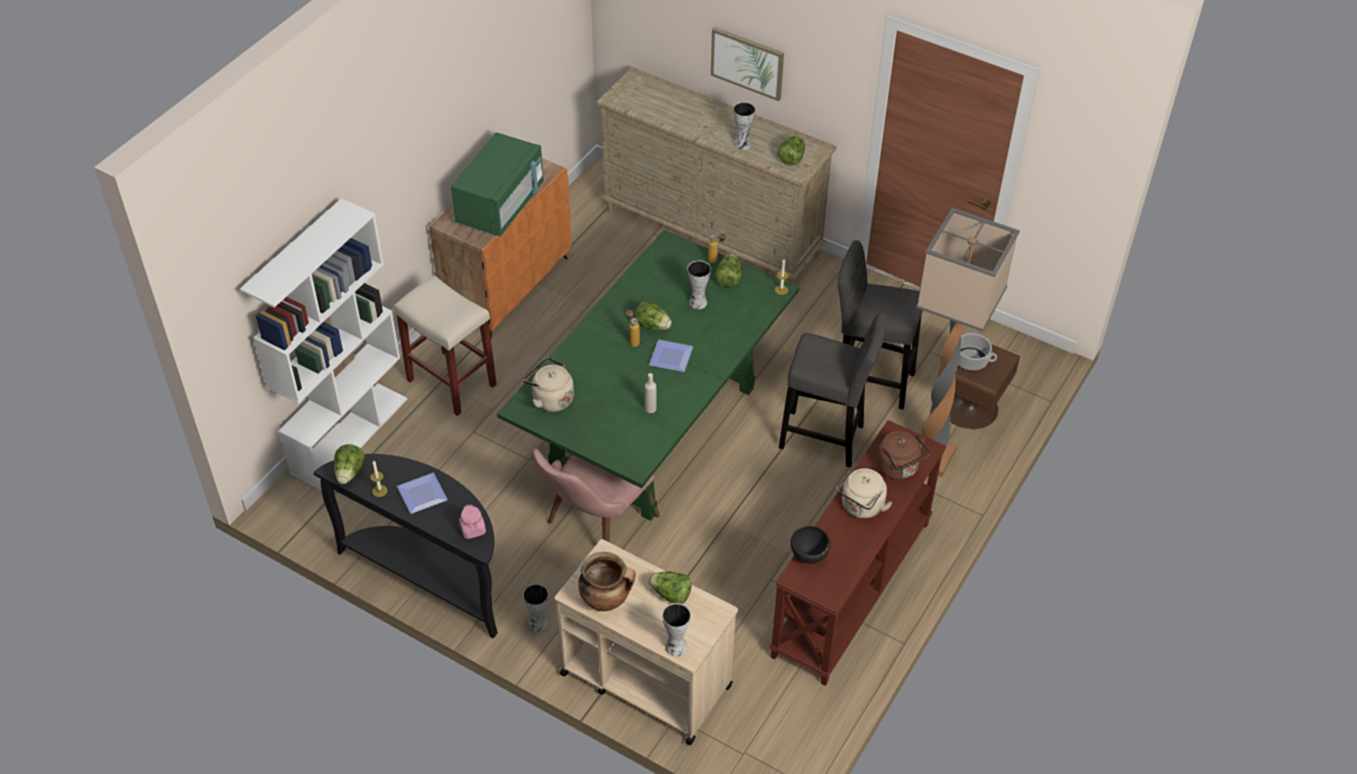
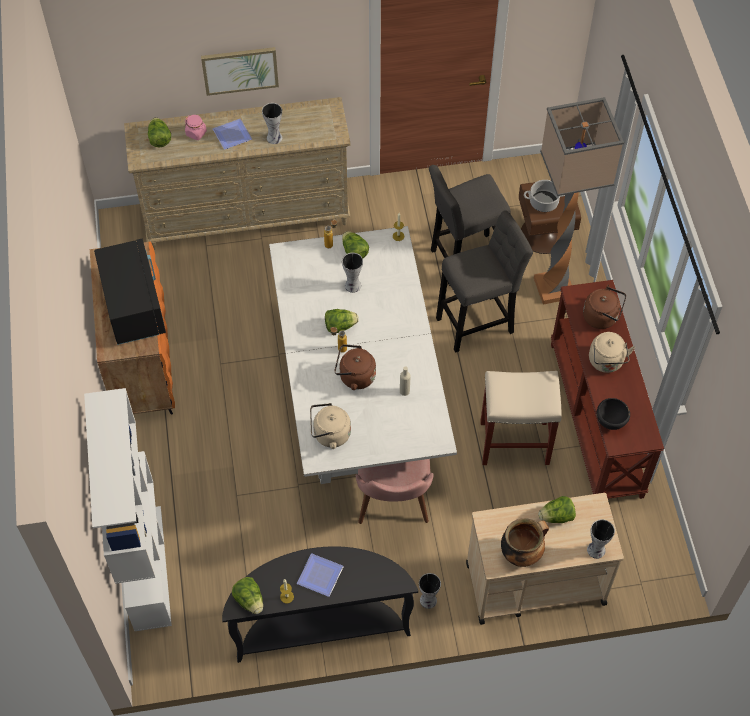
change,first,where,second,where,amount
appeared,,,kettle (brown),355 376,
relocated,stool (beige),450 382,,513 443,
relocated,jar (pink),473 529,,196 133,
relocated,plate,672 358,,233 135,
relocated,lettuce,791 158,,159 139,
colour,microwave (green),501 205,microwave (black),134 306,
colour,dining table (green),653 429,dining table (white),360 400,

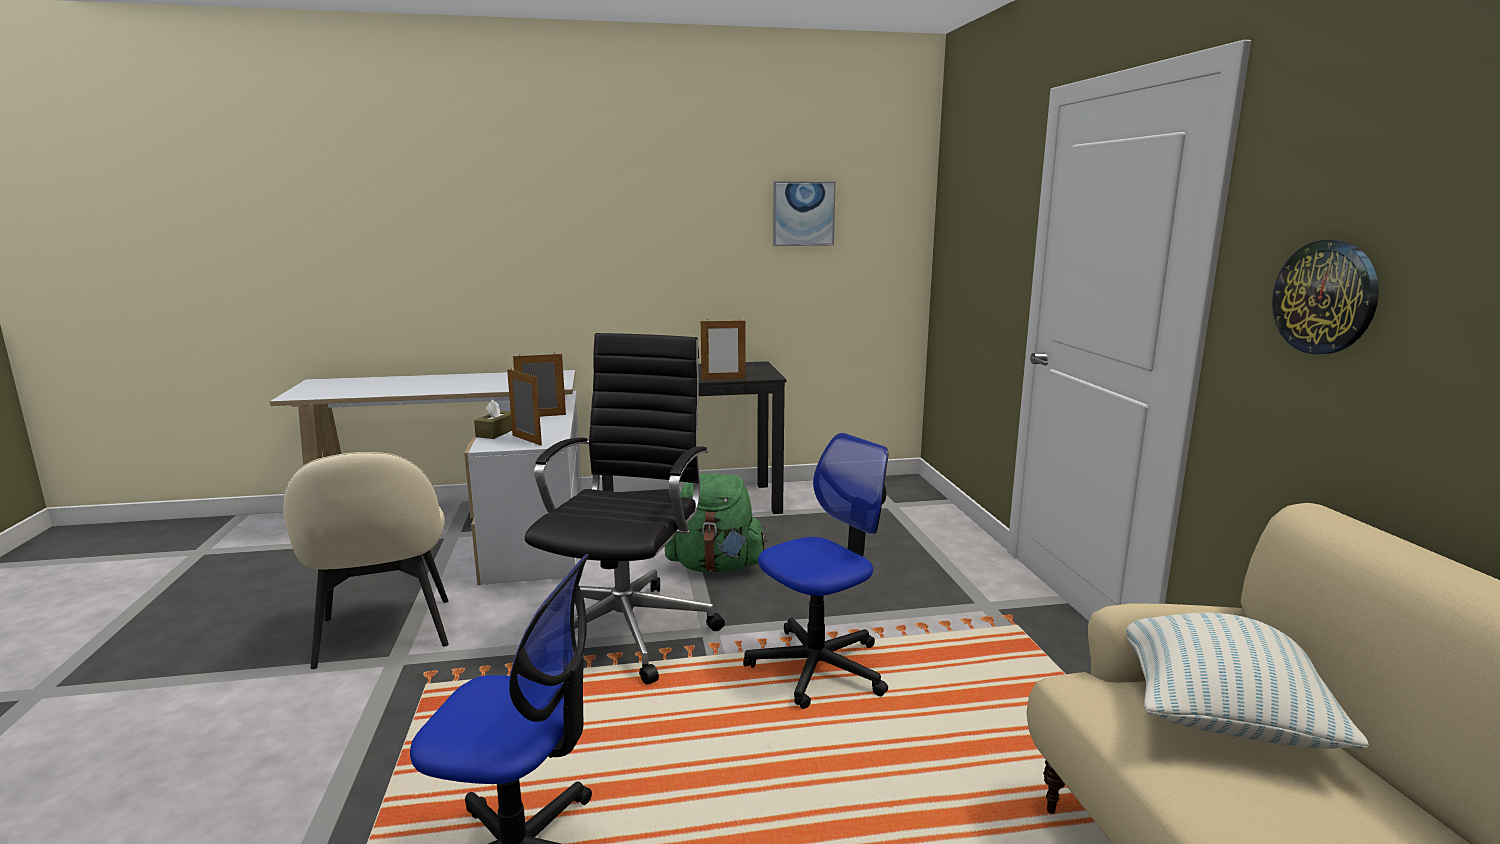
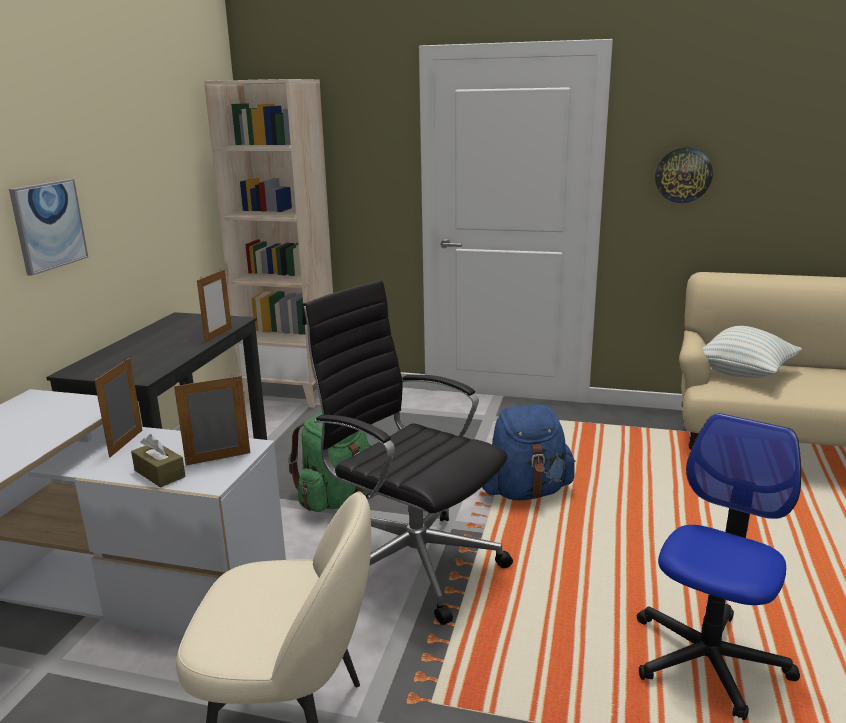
change,first,where,second,where,amount
appeared,,,bookcase (beige),292 392,
relocated,picture,803 213,,48 225,
exchanged,office chair,818 667,backpack (blue),525 492,

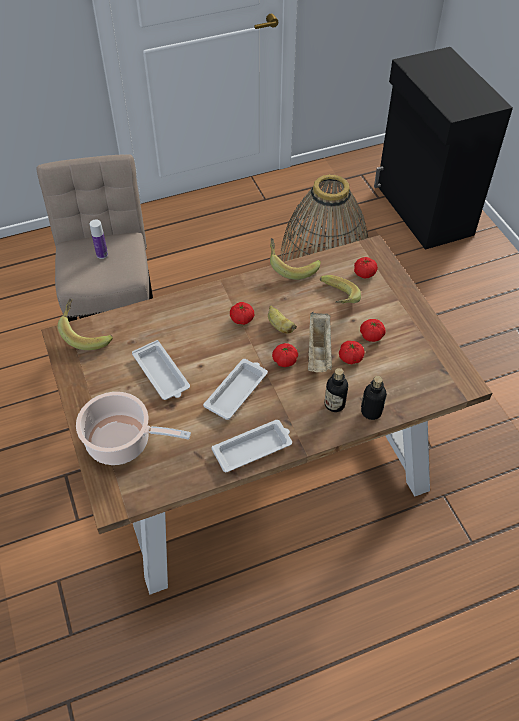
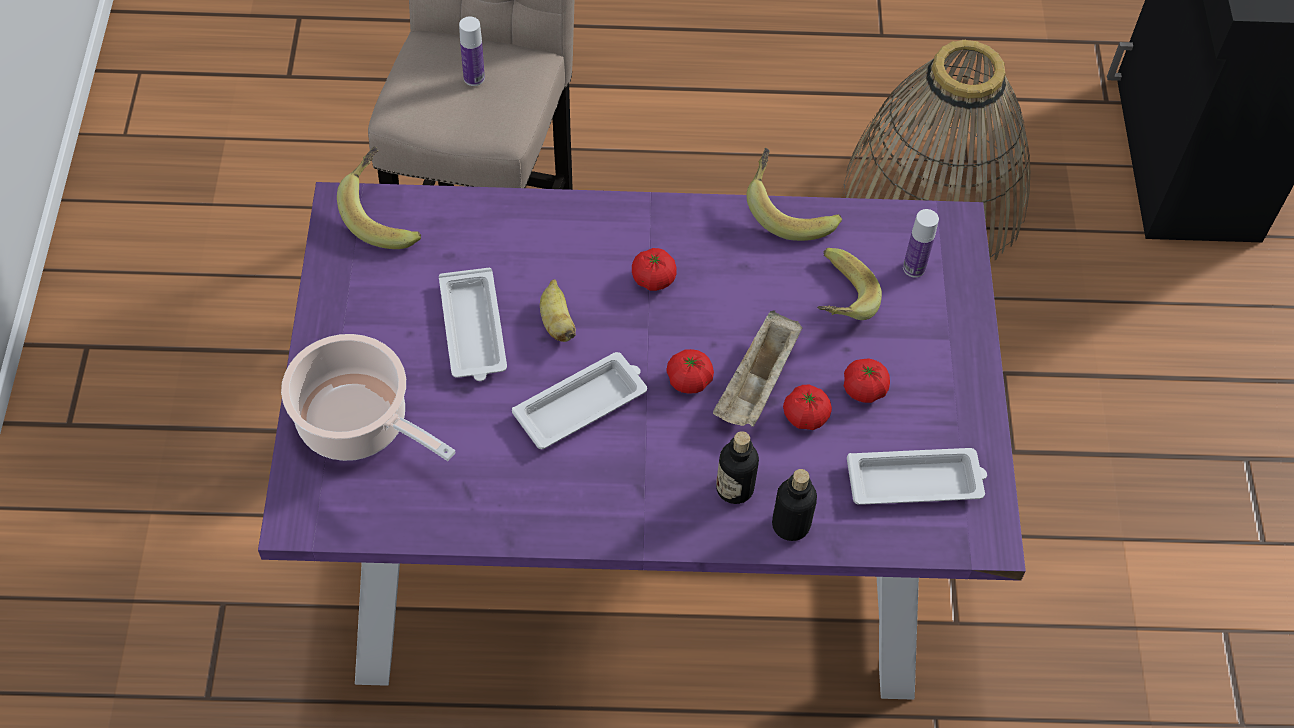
change,first,where,second,where,amount
relocated,tray (white),253 448,,916 481,
relocated,banana,279 326,,557 322,
exchanged,tomato,364 273,bottle,914 268,
colour,dining table (brown),258 461,dining table (purple),635 530,

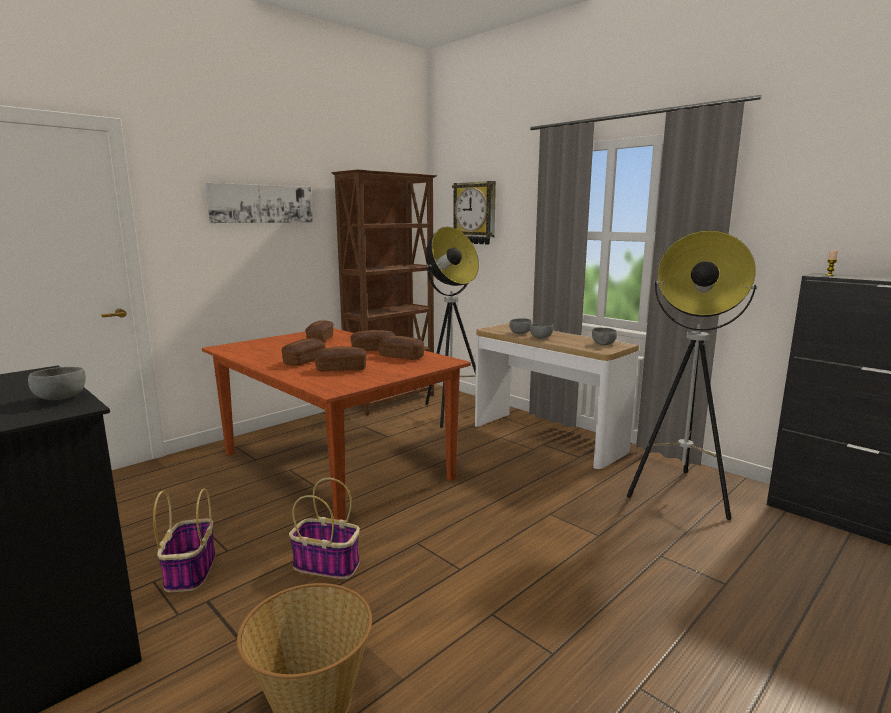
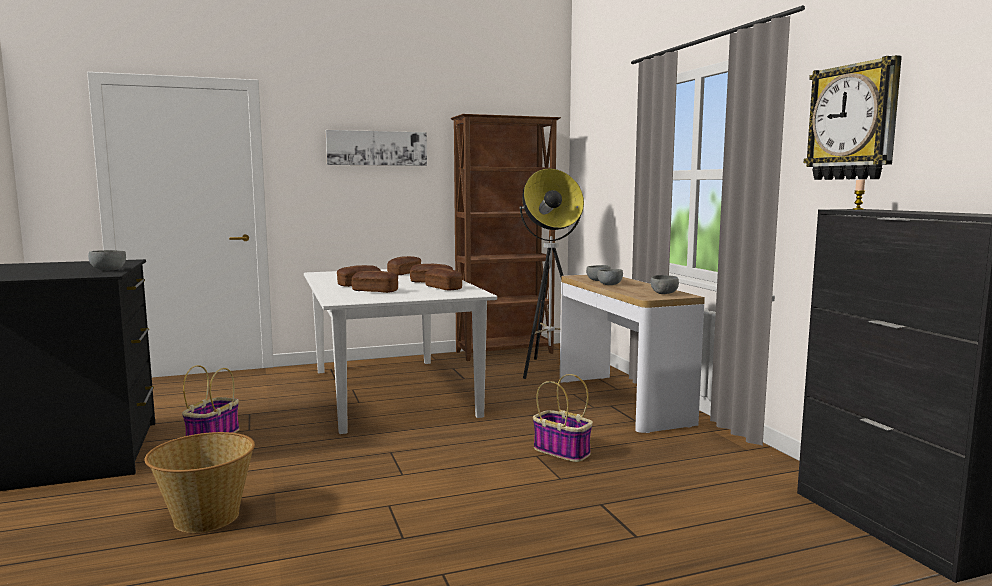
change,first,where,second,where,amount
missing,floor lamp,680 494,,,
relocated,basket,328 565,,563 451,
relocated,wall clock,475 213,,853 122,
colour,dining table (brown),336 465,dining table (white),393 392,

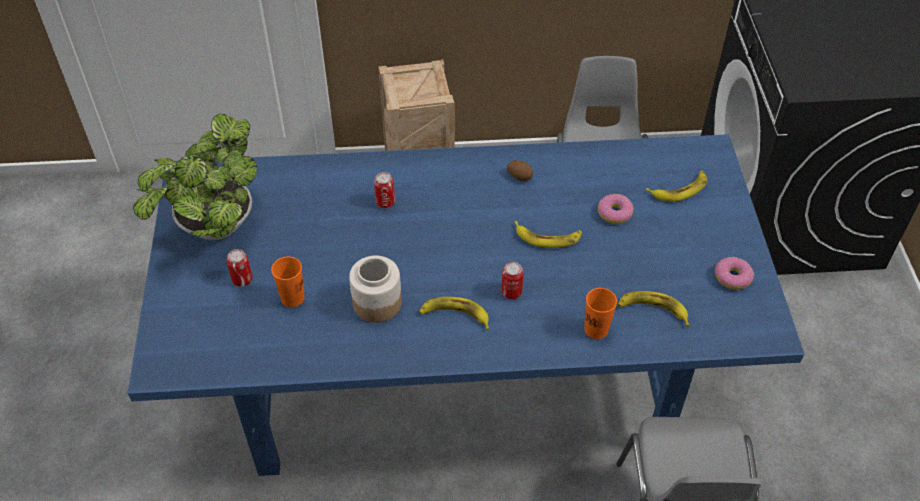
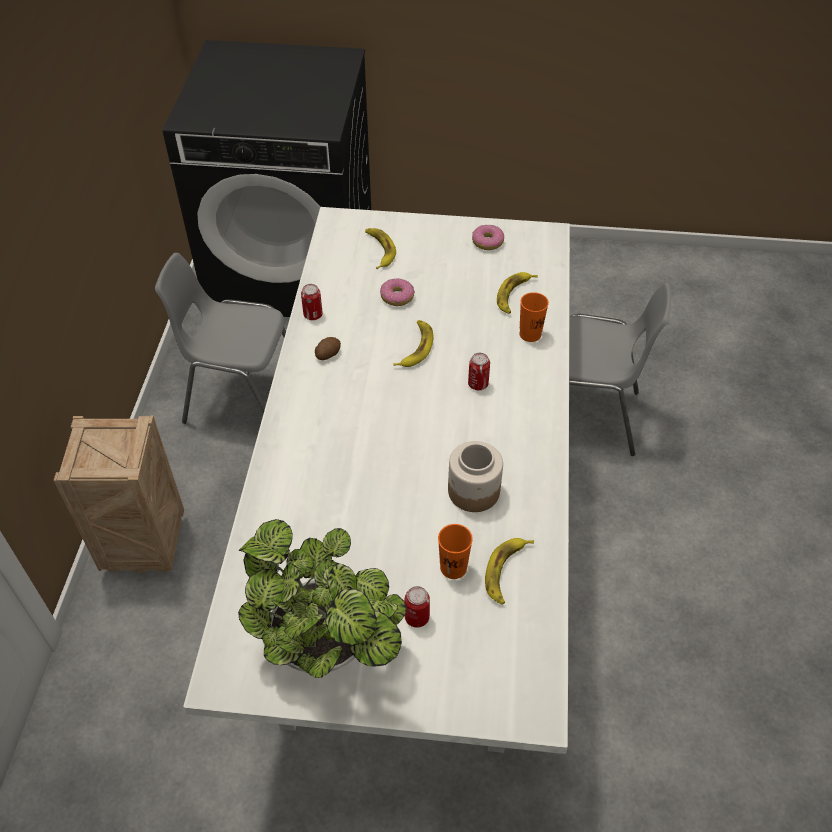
change,first,where,second,where,amount
relocated,can,385 202,,313 315,
relocated,banana,455 315,,506 572,
colour,dining table (blue),462 376,dining table (white),415 543,

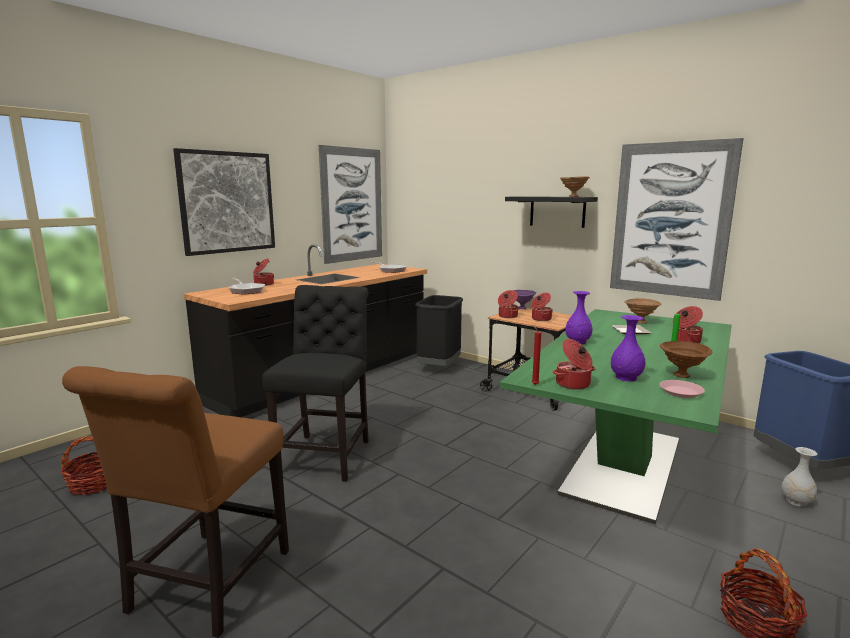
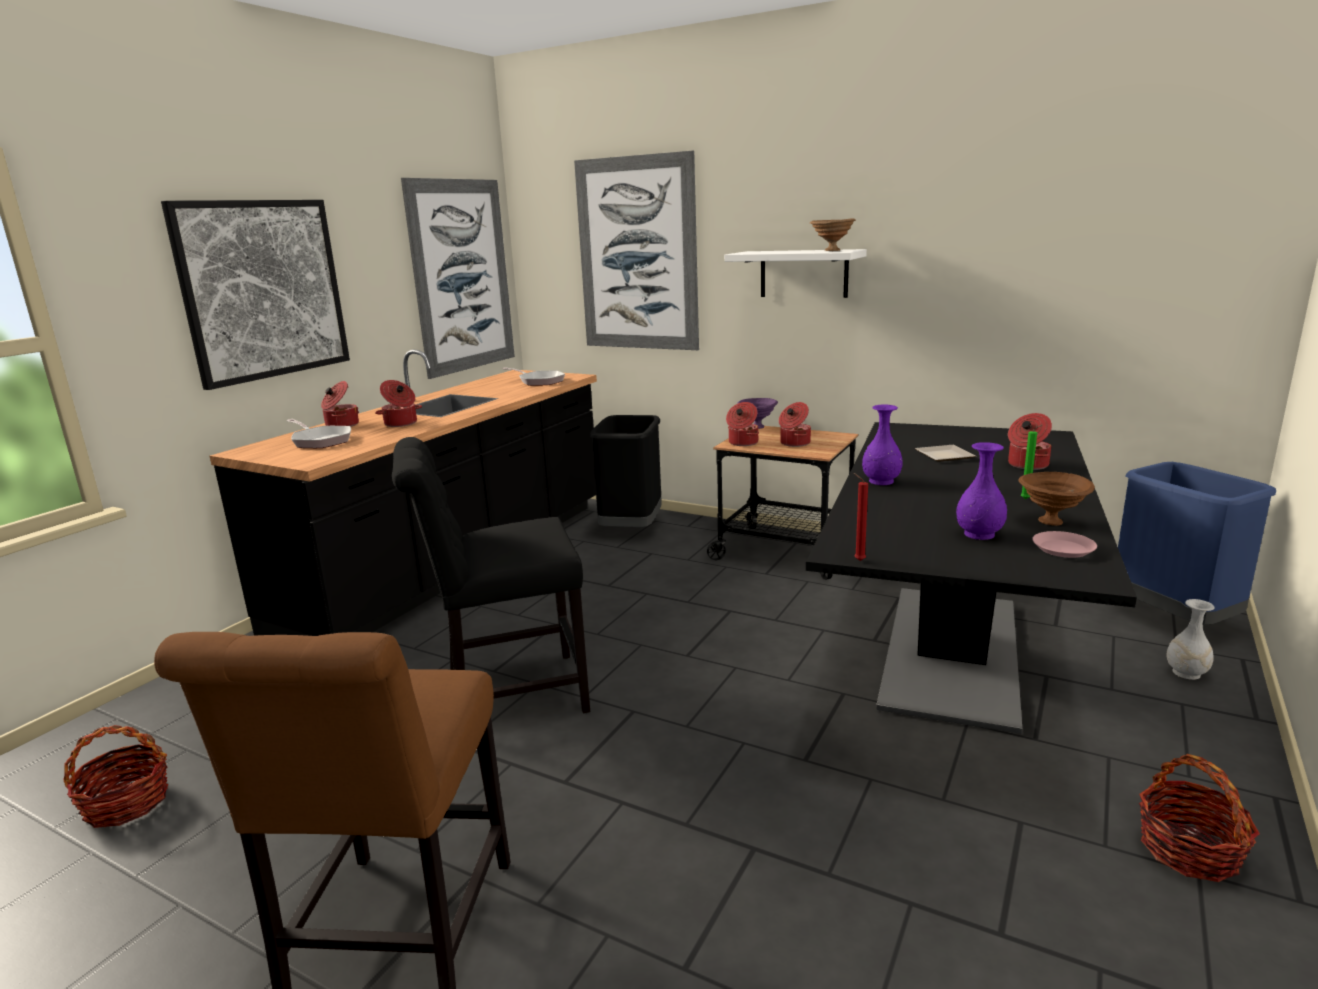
change,first,where,second,where,amount
missing,bowl (brown),640 322,,,
relocated,cooking pot,573 384,,401 424,
relocated,picture,670 220,,637 255,
colour,dining table (green),623 466,dining table (black),951 653,
colour,shelf (black),557 211,shelf (white),803 273,
spun,chair (black),326 454,,508 695,105 degrees counterclockwise

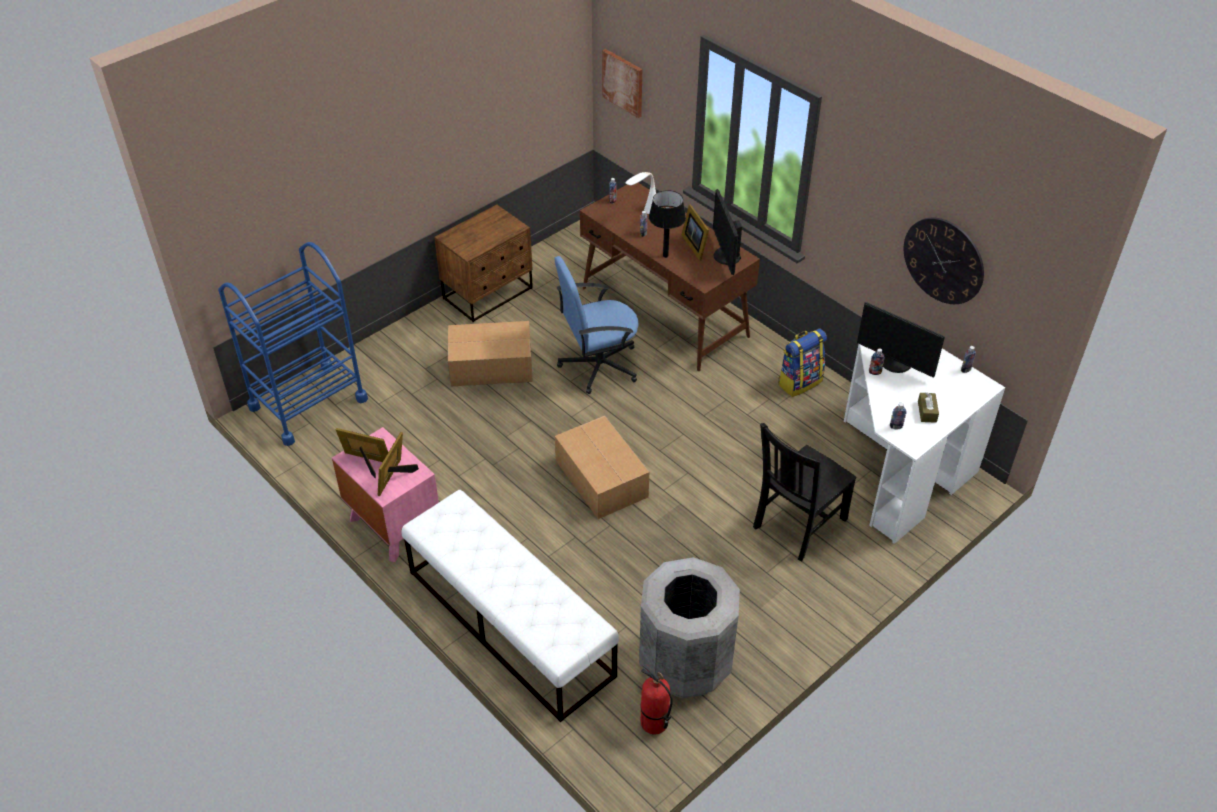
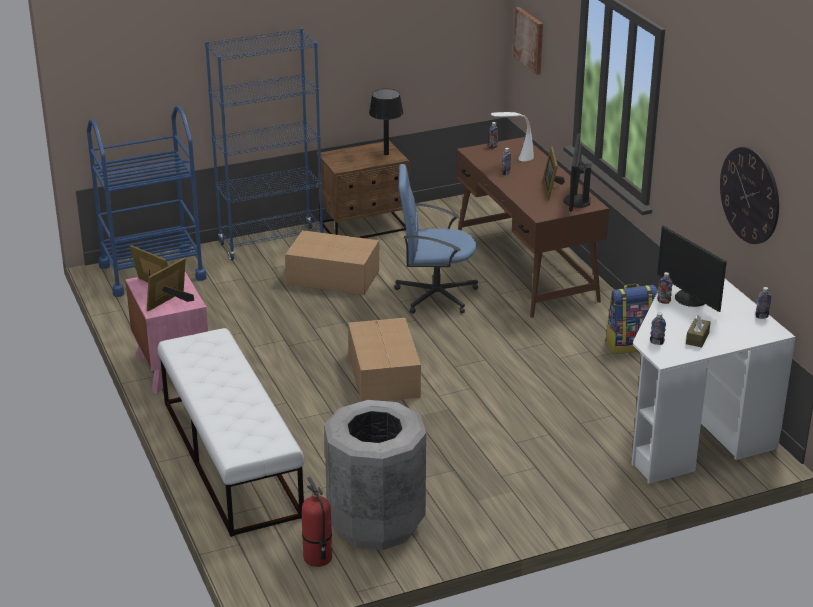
change,first,where,second,where,amount
missing,chair (black),797 525,,,
appeared,,,bookcase (blue),271 243,
relocated,table lamp (black),665 255,,386 154,

